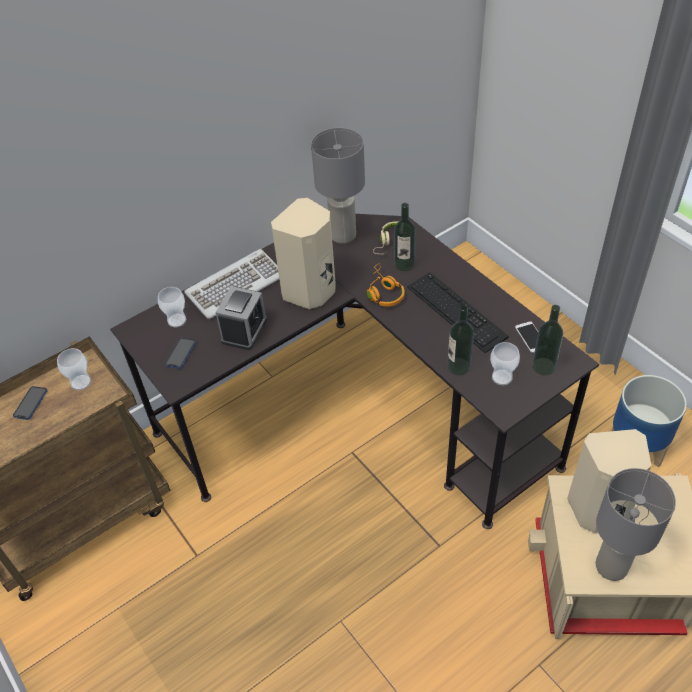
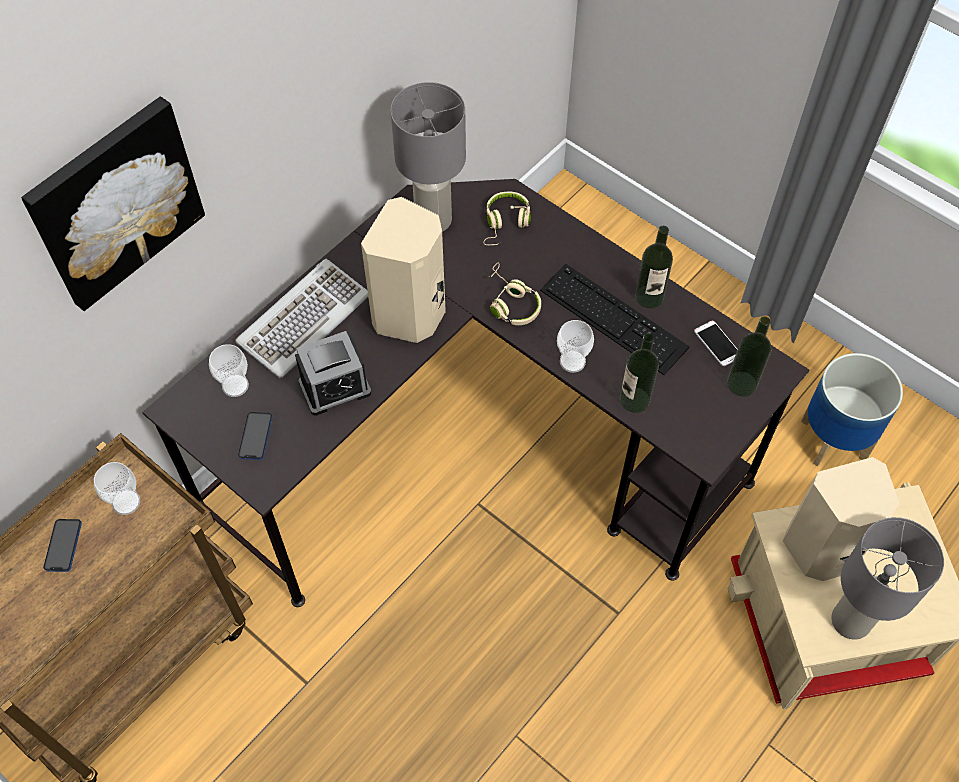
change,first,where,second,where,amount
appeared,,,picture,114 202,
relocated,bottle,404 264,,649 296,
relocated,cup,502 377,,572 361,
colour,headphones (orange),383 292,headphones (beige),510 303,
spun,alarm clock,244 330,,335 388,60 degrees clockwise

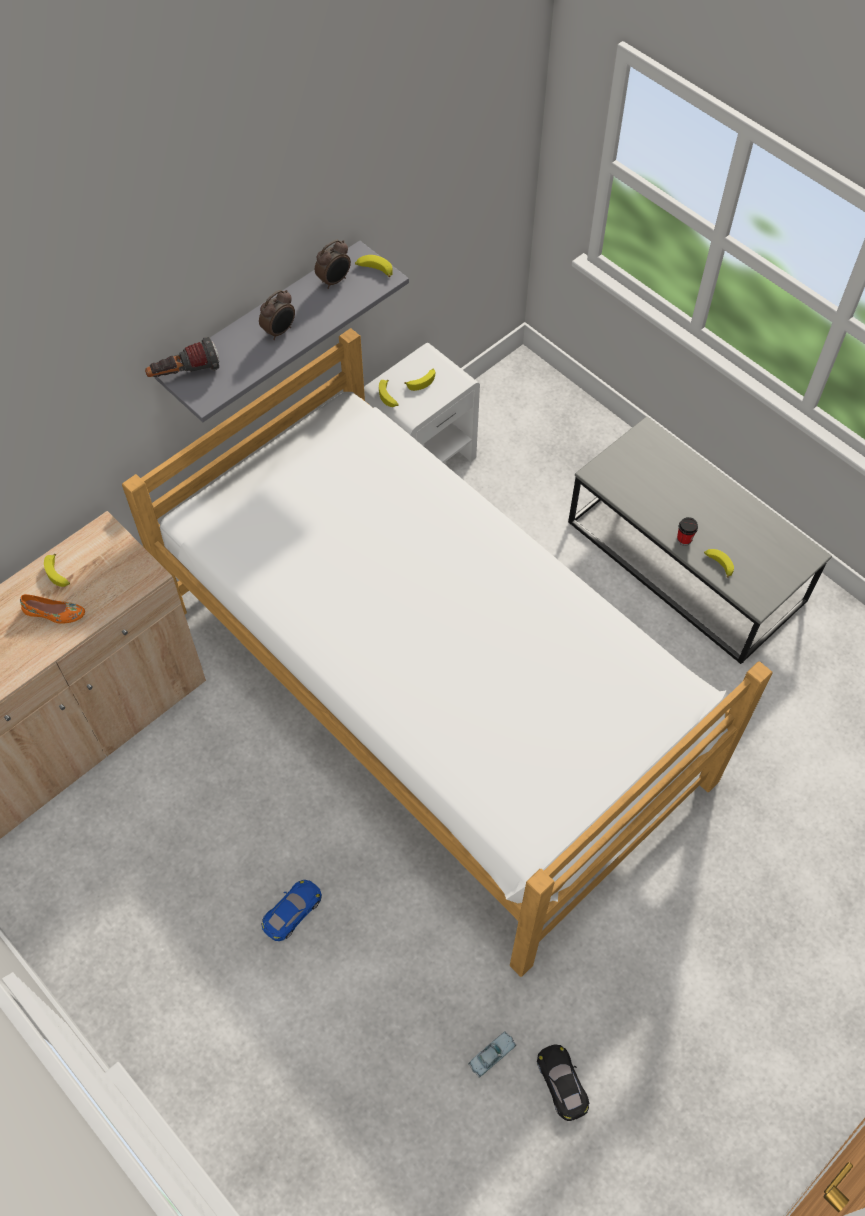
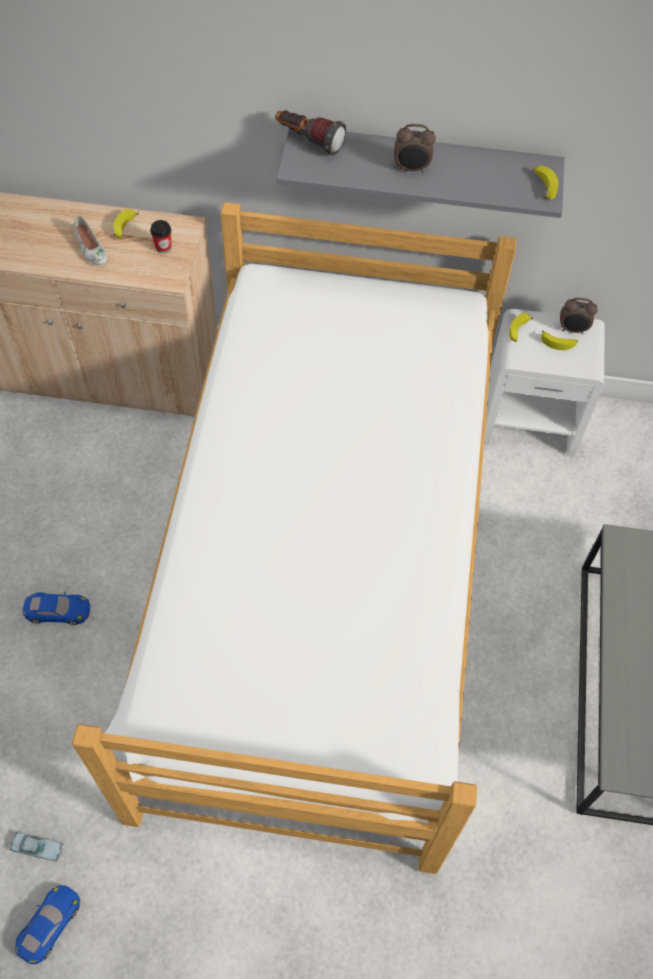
change,first,where,second,where,amount
missing,banana,718 564,,,
relocated,alarm clock,334 281,,572 330,
relocated,cup,684 539,,163 247,
colour,shoe (orange),54 613,shoe (white),90 248,
colour,toy car (black),562 1083,toy car (blue),49 924,

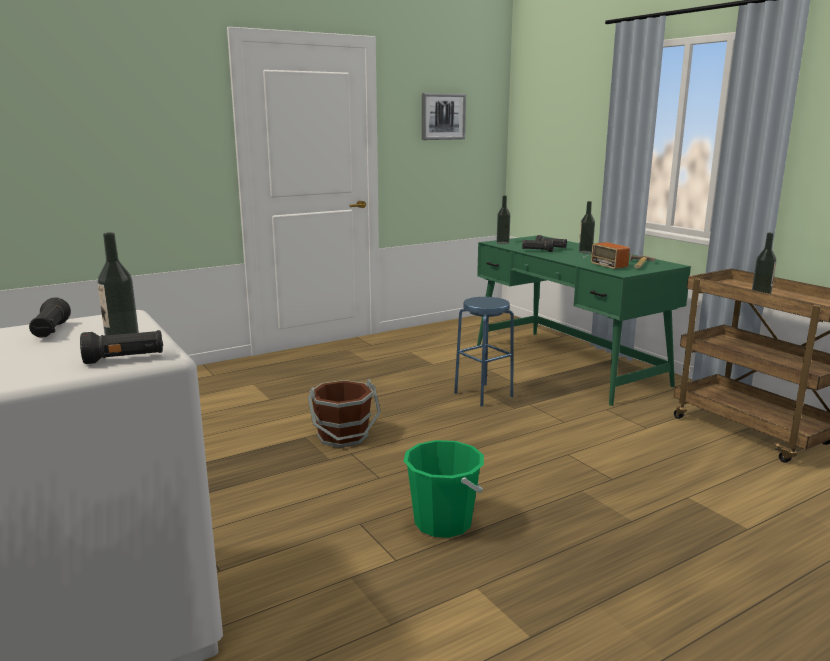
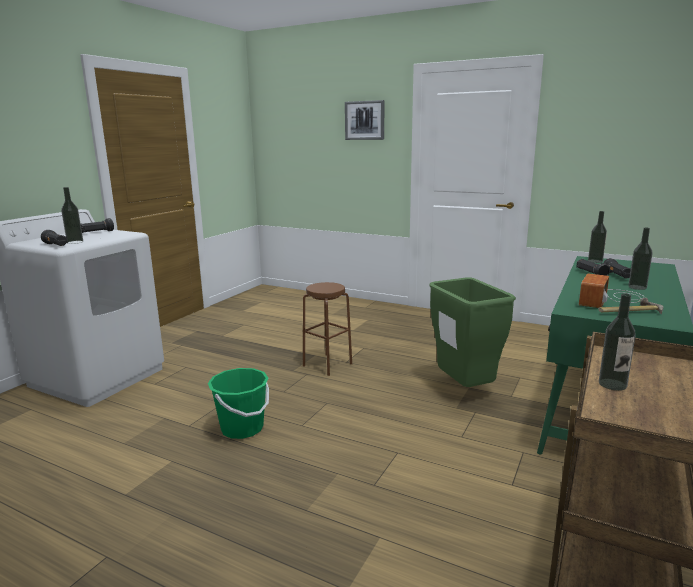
change,first,where,second,where,amount
relocated,picture,443 116,,365 120,
exchanged,bucket (brown),343 436,stool (brown),327 364,
exchanged,stool (blue),483 394,trash can (green),464 389,

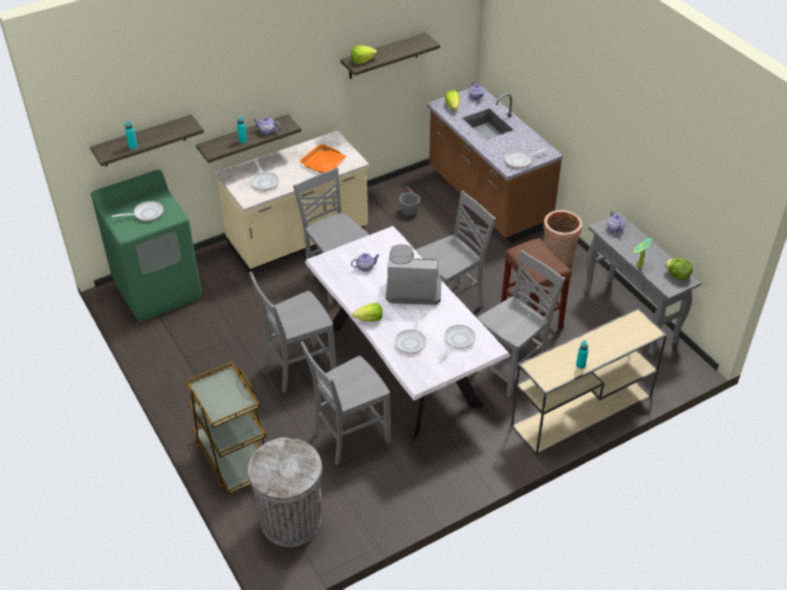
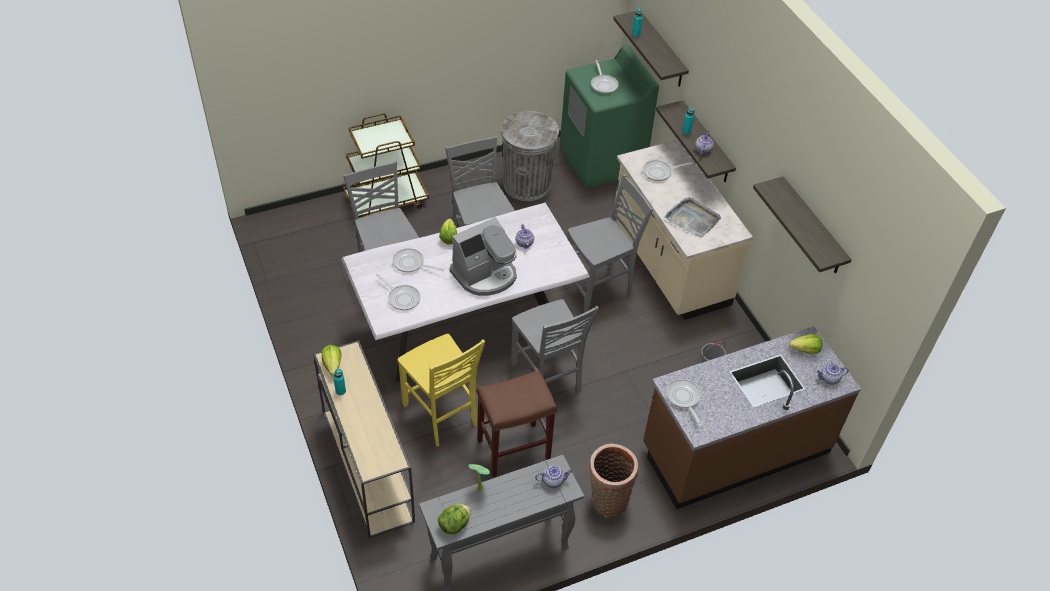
change,first,where,second,where,amount
relocated,trash can (grey),291 521,,526 184,
relocated,lettuce,362 61,,332 365,
colour,tray (orange),323 161,tray (grey),692 219,
colour,chair (grey),512 369,chair (yellow),441 415,
spun,coffee machine,413 288,,485 275,45 degrees clockwise

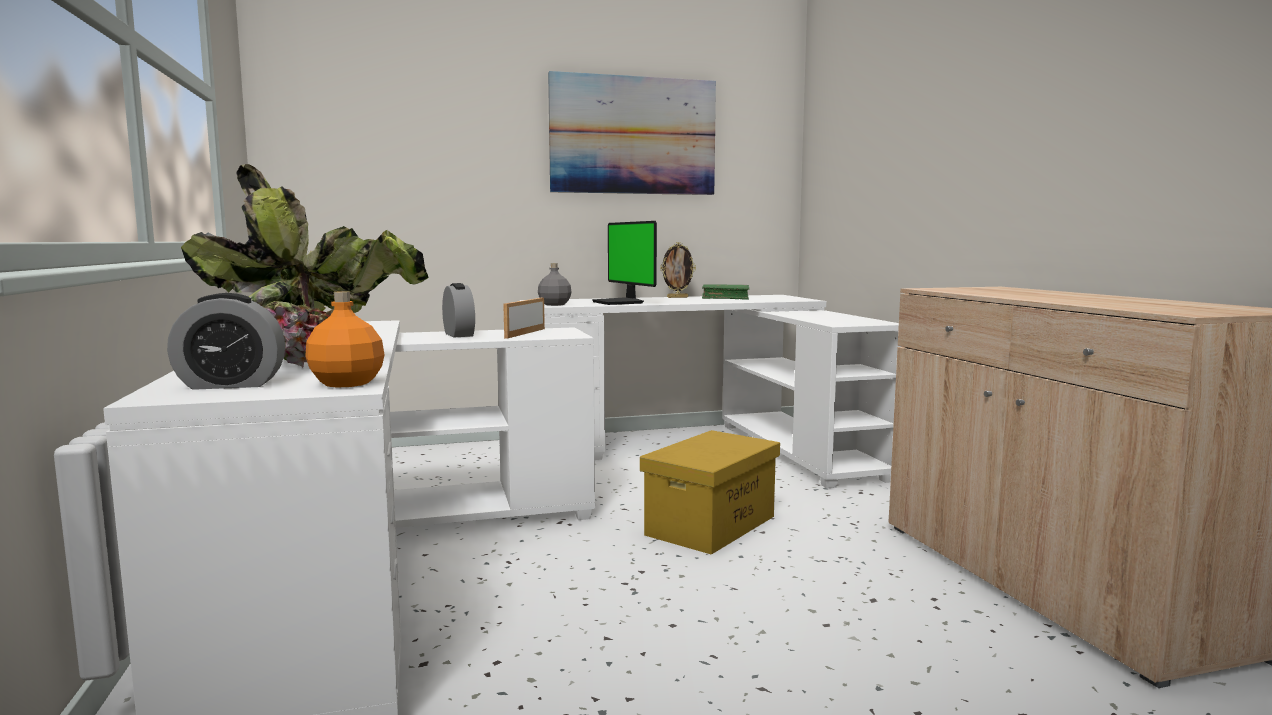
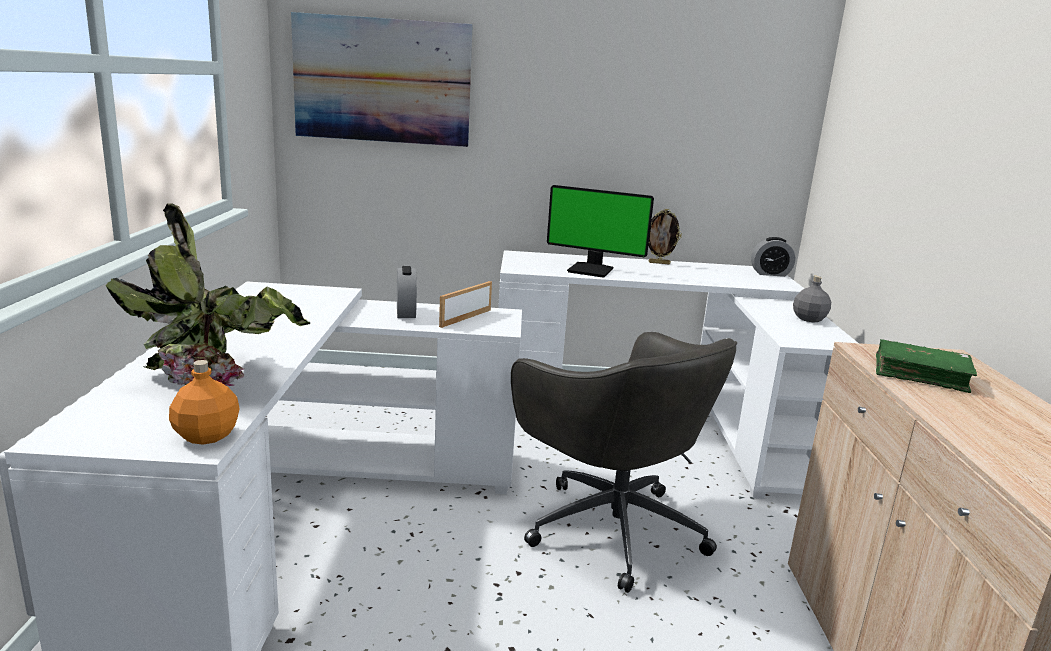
change,first,where,second,where,amount
relocated,alarm clock,231 385,,770 274,
relocated,bottle (grey),555 304,,809 319,
relocated,picture,633 136,,383 81,
relocated,book (green),725 298,,920 375,
exchanged,storage box (yellow),710 526,office chair (grey),611 527,
spun,monitor,620 302,,591 270,60 degrees counterclockwise

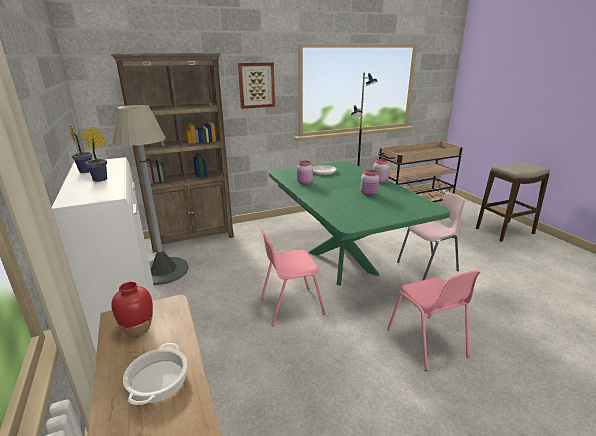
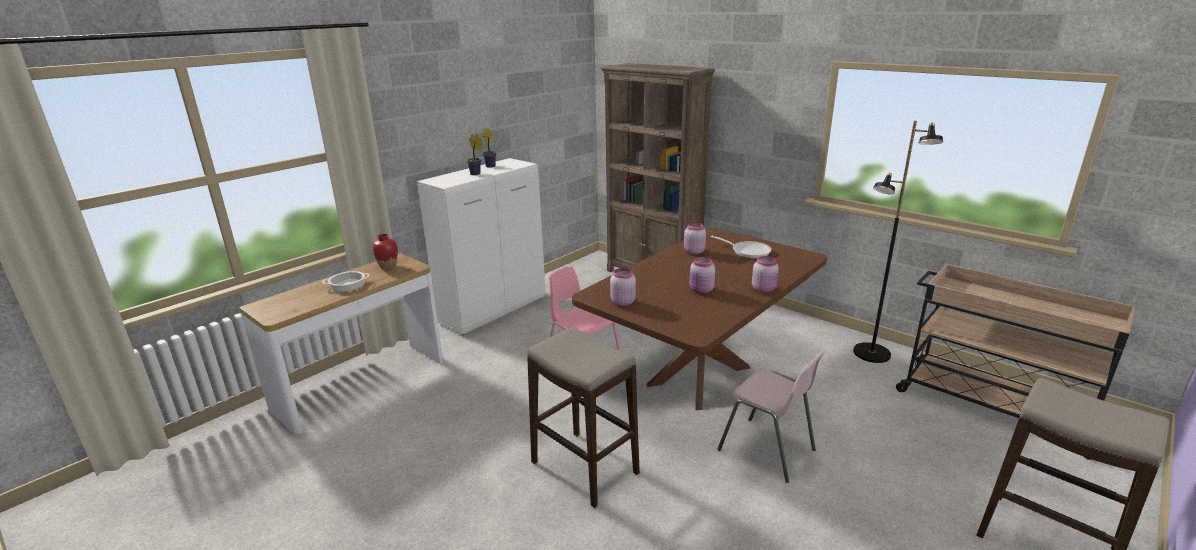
change,first,where,second,where,amount
missing,floor lamp (grey),163 271,,,
missing,picture,256 85,,,
appeared,,,jar (pink),622 302,
exchanged,chair (pink),427 343,stool,584 468,
colour,dining table (green),341 262,dining table (brown),700 376,

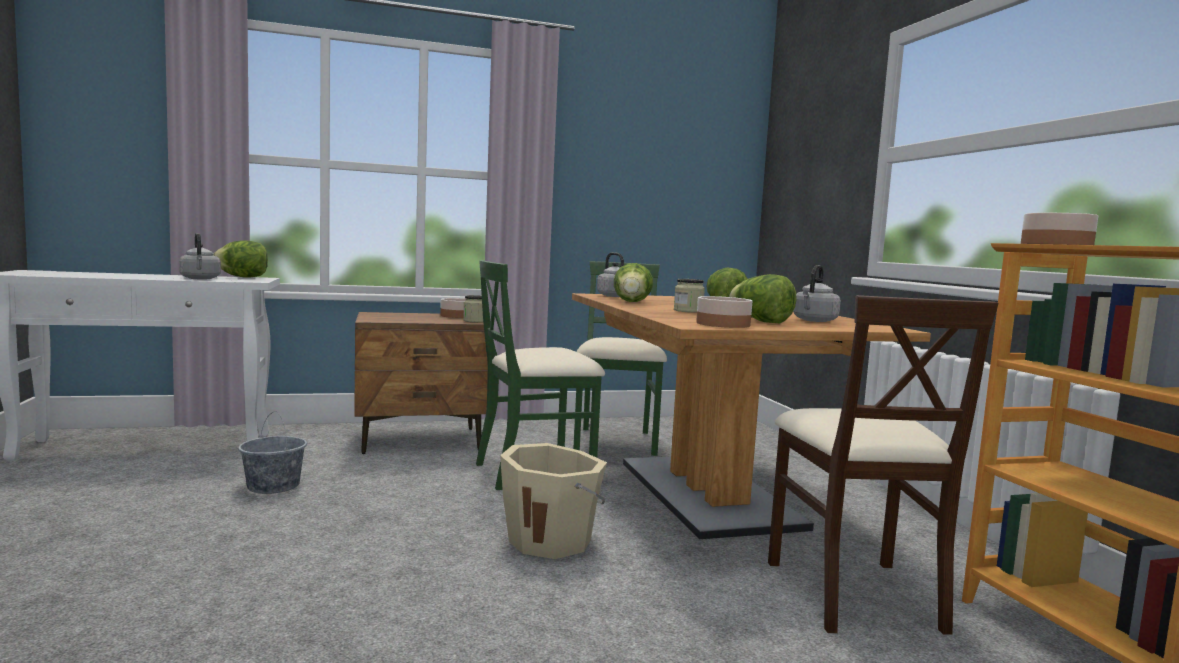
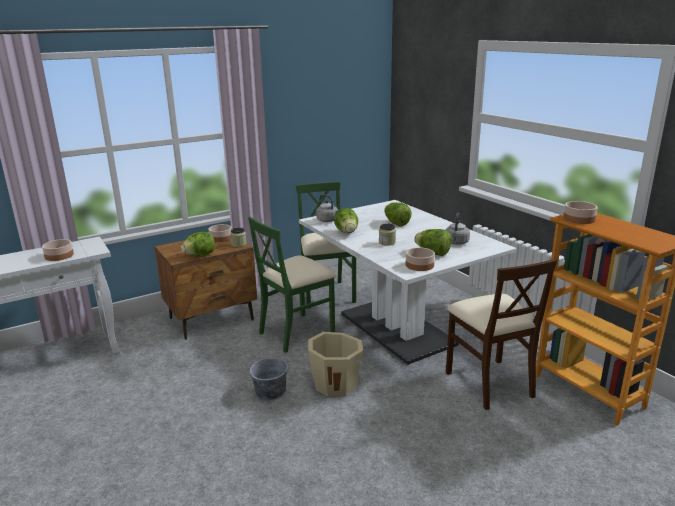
change,first,where,second,where,amount
relocated,lettuce,243 277,,200 255,
relocated,bucket (grey),273 486,,270 391,
exchanged,kettle (grey),200 279,bowl,59 256,
colour,dining table (brown),707 494,dining table (white),396 329,

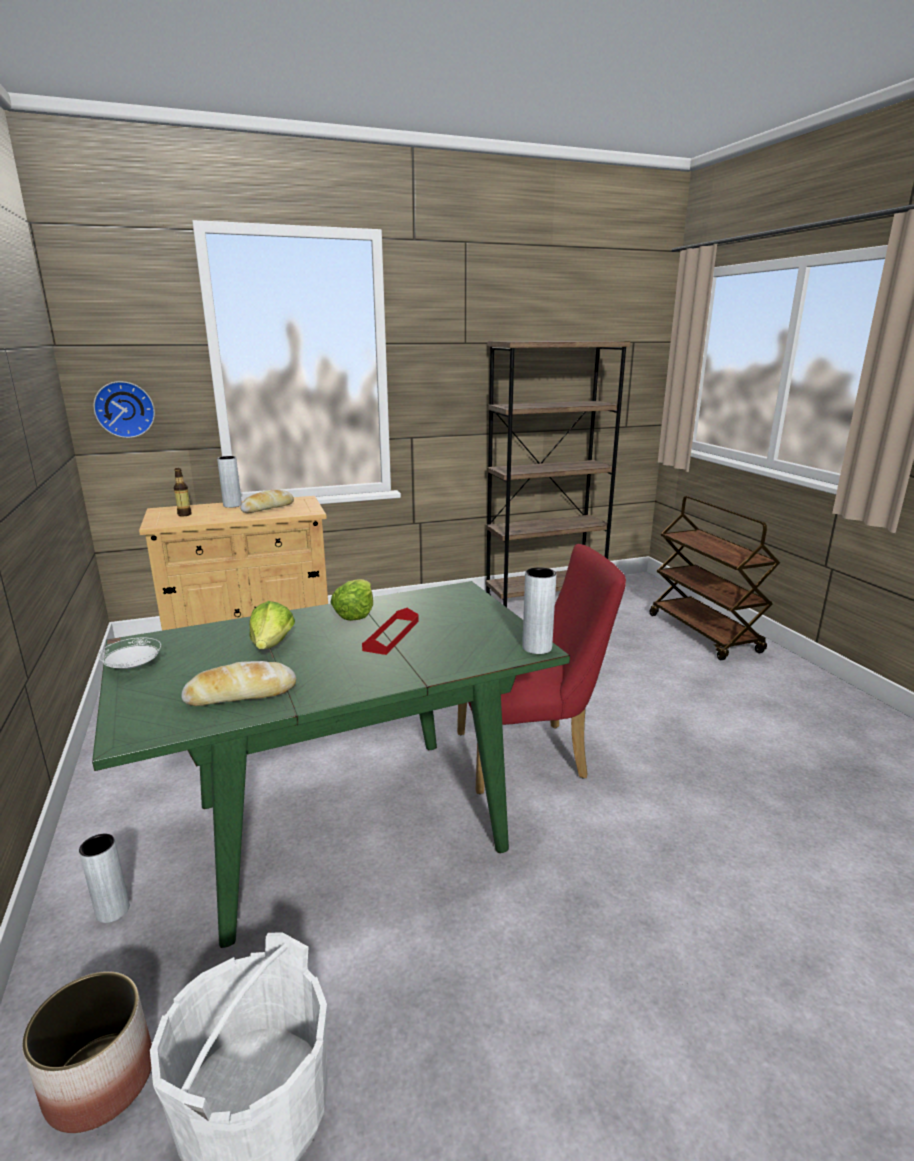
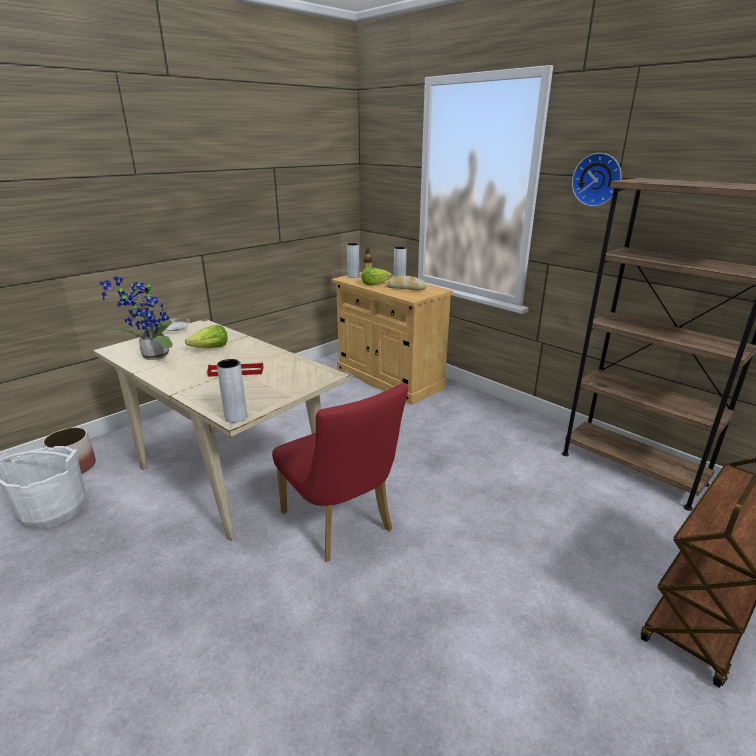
change,first,where,second,where,amount
relocated,vase (grey),113 910,,353 276,
relocated,wall clock,125 409,,597 179,
relocated,lettuce,355 613,,374 284,
exchanged,bread,241 694,potted plant,152 357,
colour,dining table (green),345 827,dining table (beige),231 472,

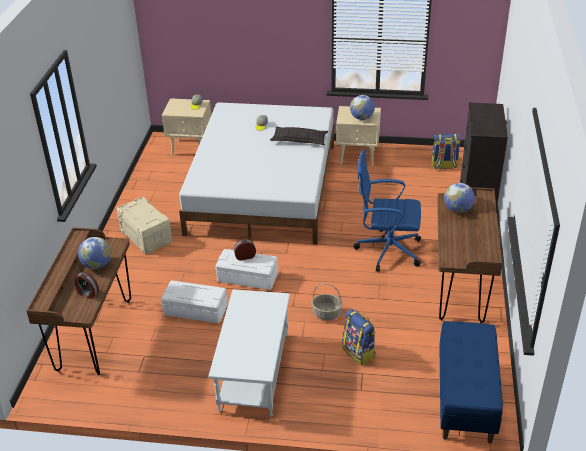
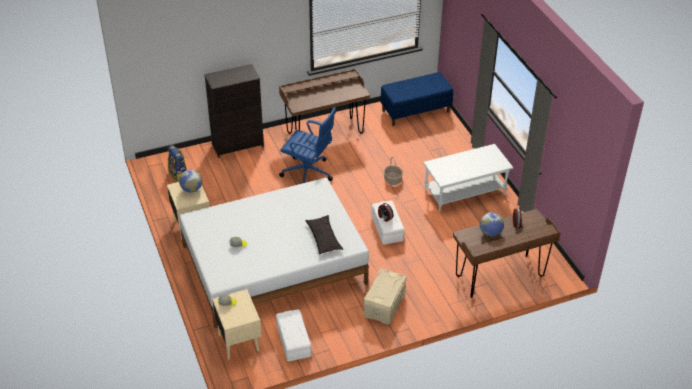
change,first,where,second,where,amount
missing,backpack,359 352,,,
missing,globe,458 210,,,
relocated,storage box (white),196 309,,293 341,
relocated,pillow,299 139,,323 237,
spun,office chair (blue),386 250,,308 173,45 degrees counterclockwise

